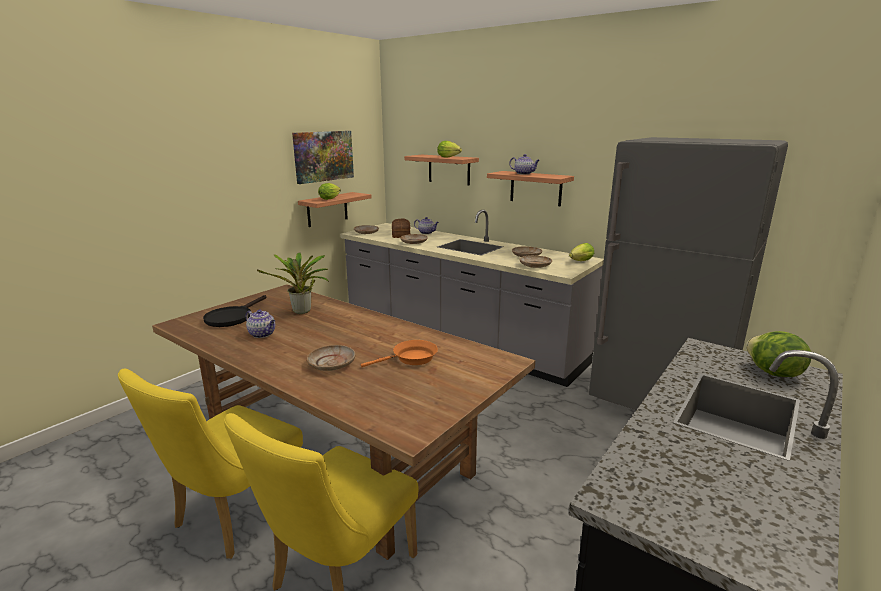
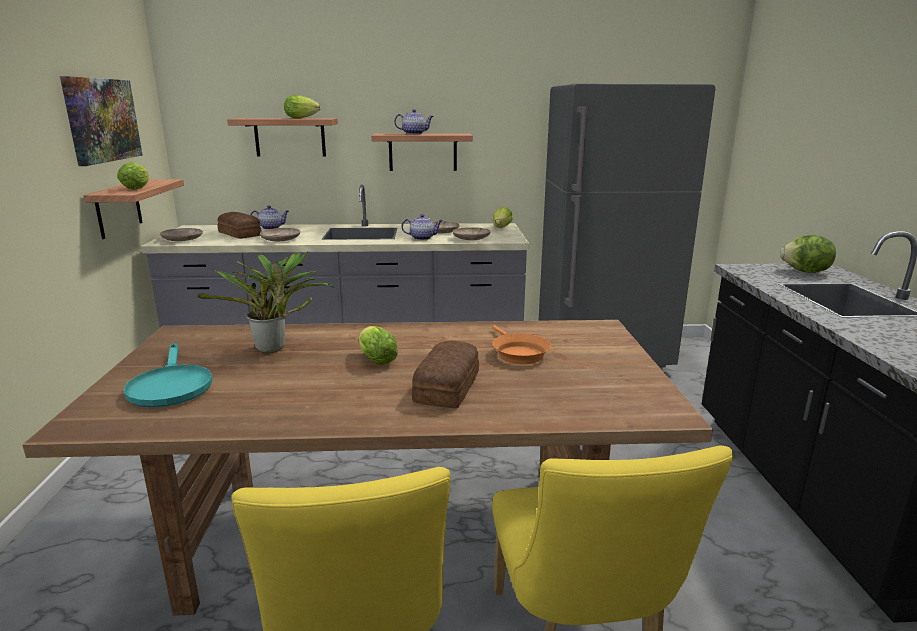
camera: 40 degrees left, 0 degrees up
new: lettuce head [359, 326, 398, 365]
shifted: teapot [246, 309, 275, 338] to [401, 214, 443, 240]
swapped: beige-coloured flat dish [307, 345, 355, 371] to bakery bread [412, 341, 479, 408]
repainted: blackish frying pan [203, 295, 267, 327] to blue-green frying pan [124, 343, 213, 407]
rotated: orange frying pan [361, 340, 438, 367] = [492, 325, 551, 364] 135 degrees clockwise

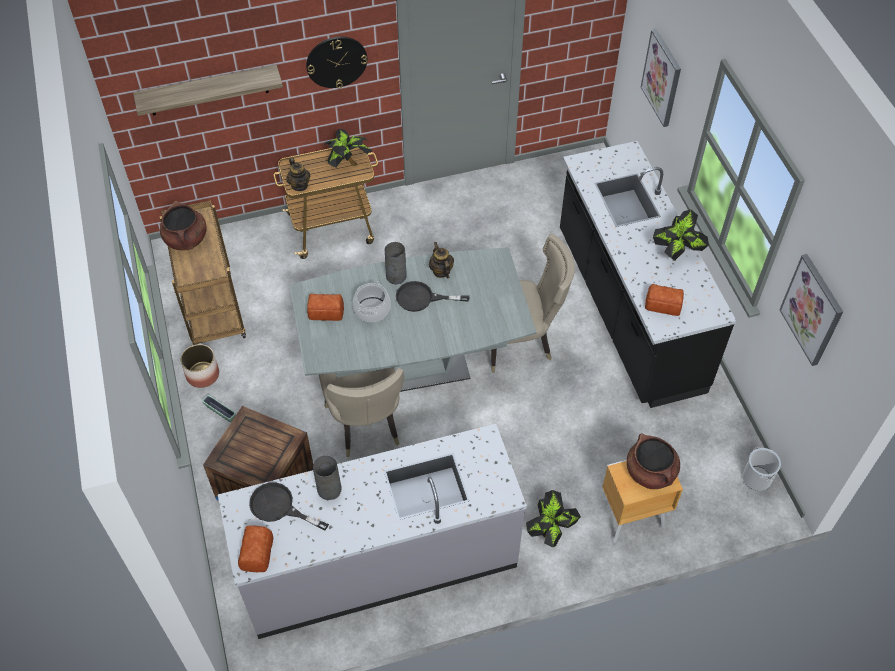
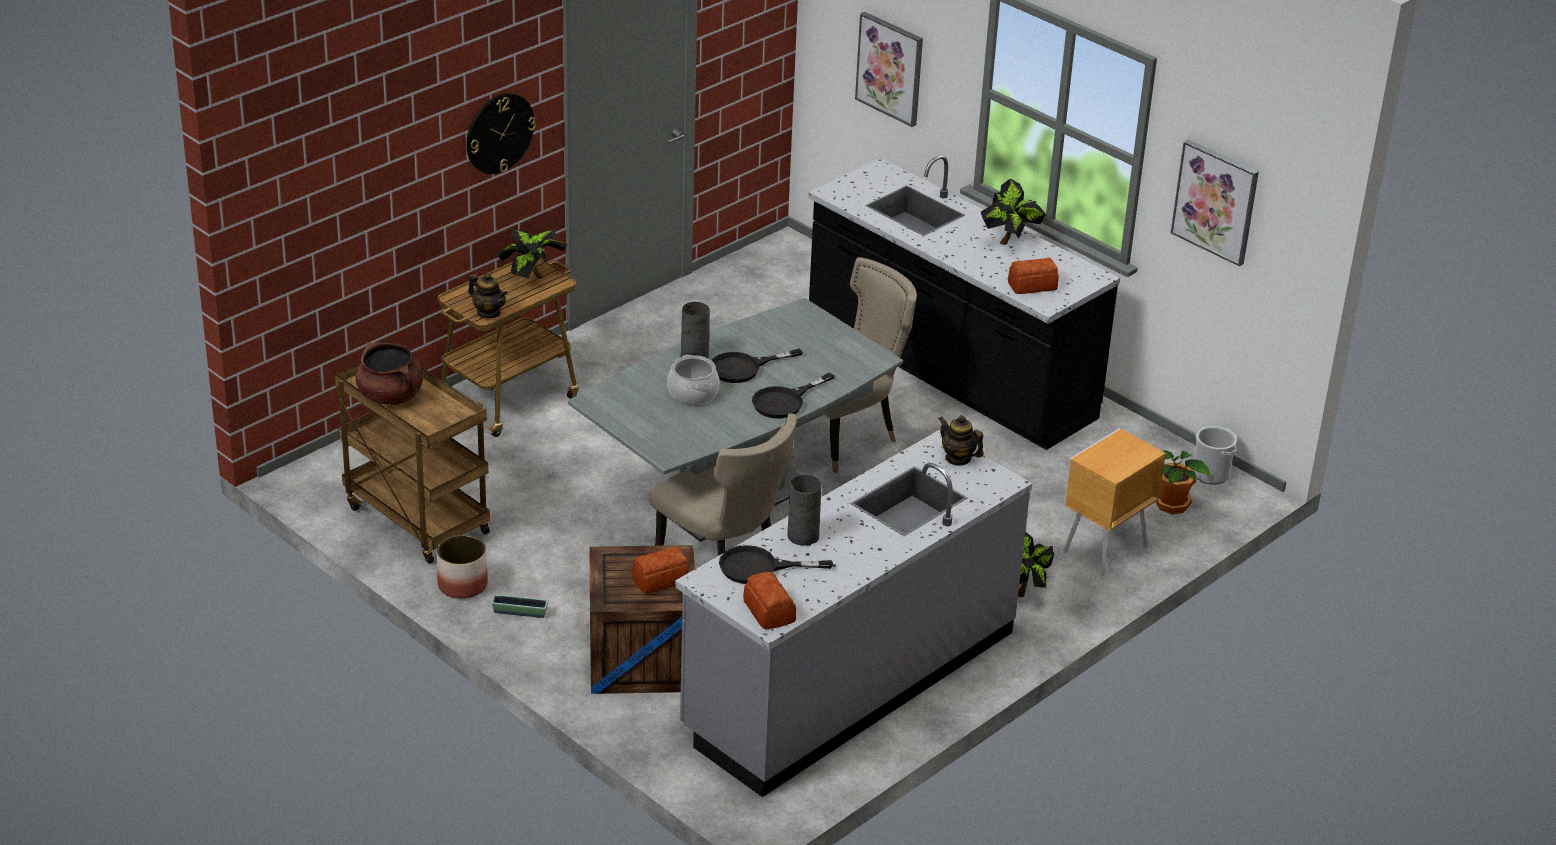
camera: 30 degrees left, 20 degrees down
gone: wall shelf [133, 65, 283, 116]; brown-coloured cooking pot [627, 434, 680, 489]
new: blackish frying pan [752, 373, 835, 419]; plant in a pot [1156, 450, 1211, 514]
shifted: bakery bread [307, 294, 344, 321] to [632, 546, 689, 593]; teapot [429, 242, 454, 278] to [939, 415, 984, 466]

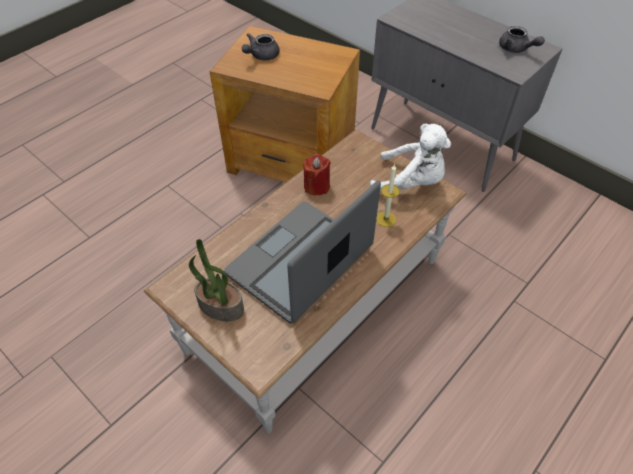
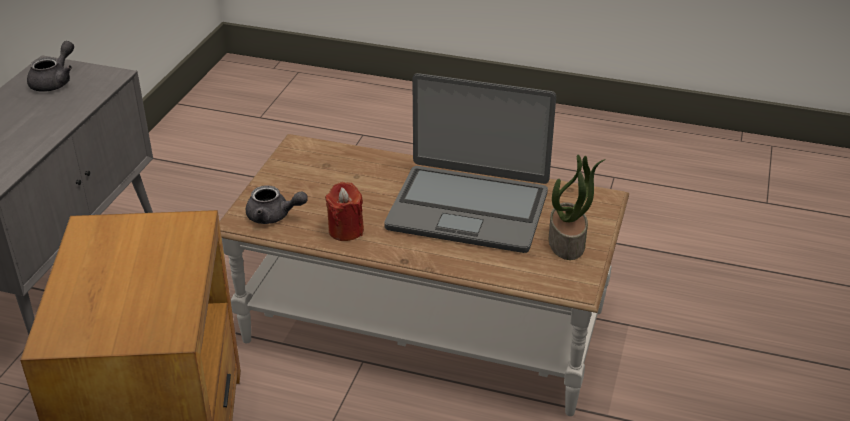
camera: 115 degrees left, 15 degrees down
gone: whitish cuddly toy [370, 124, 451, 191]; candle [376, 164, 400, 227]
shifted: greyish teapot [242, 33, 280, 60] to [246, 185, 308, 224]

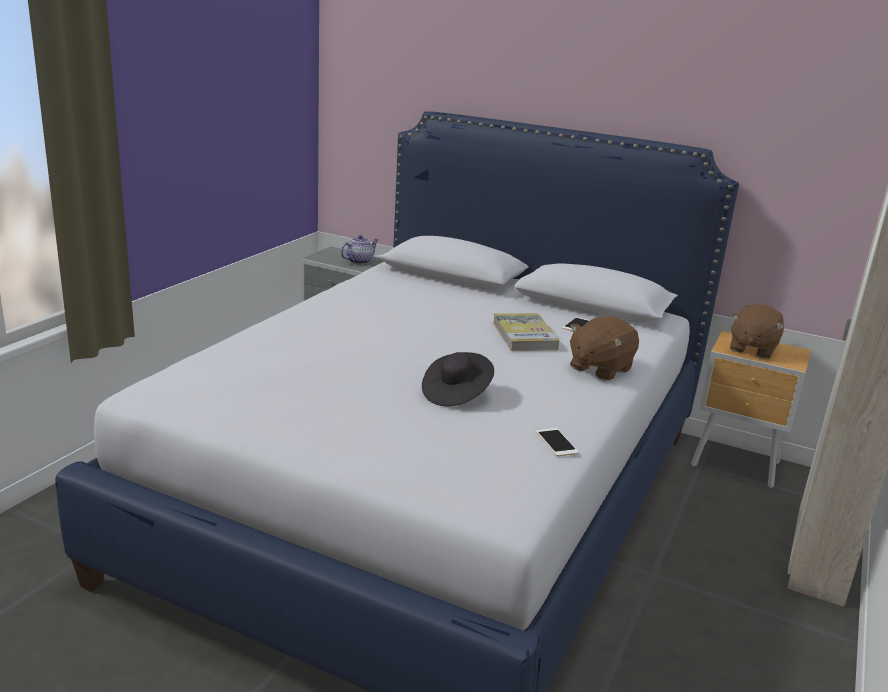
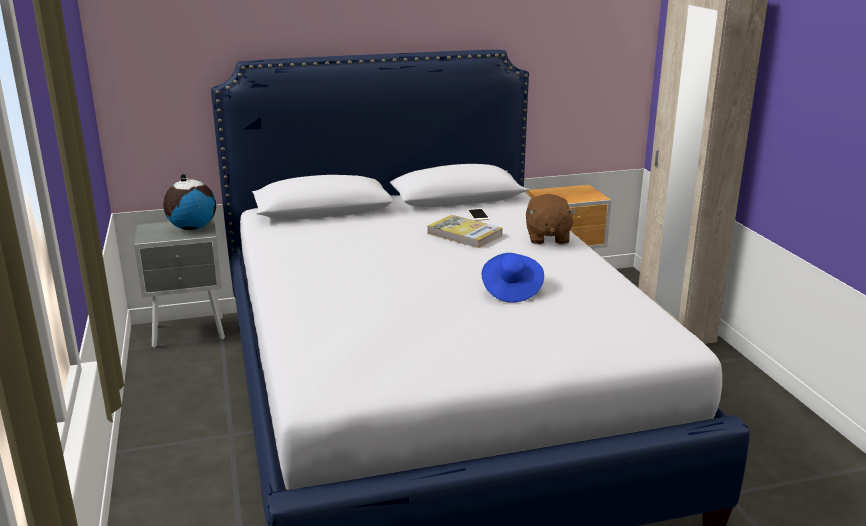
camera: 40 degrees left, 0 degrees up
gone: phone [536, 428, 579, 456]; brown-coloured cuddly toy [730, 304, 784, 359]
swapped: teapot [340, 235, 379, 264] to globe [163, 174, 216, 230]
repainted: blackish hat [422, 352, 494, 406] to blue-coloured hat [482, 253, 544, 303]

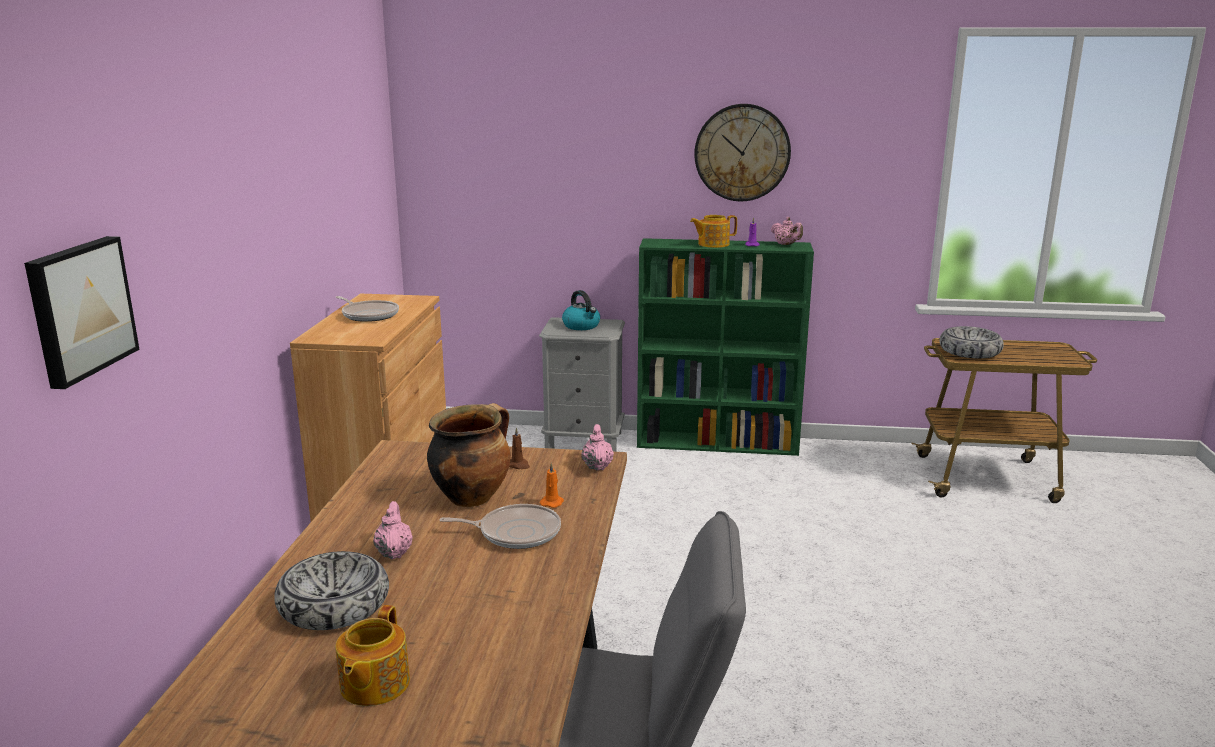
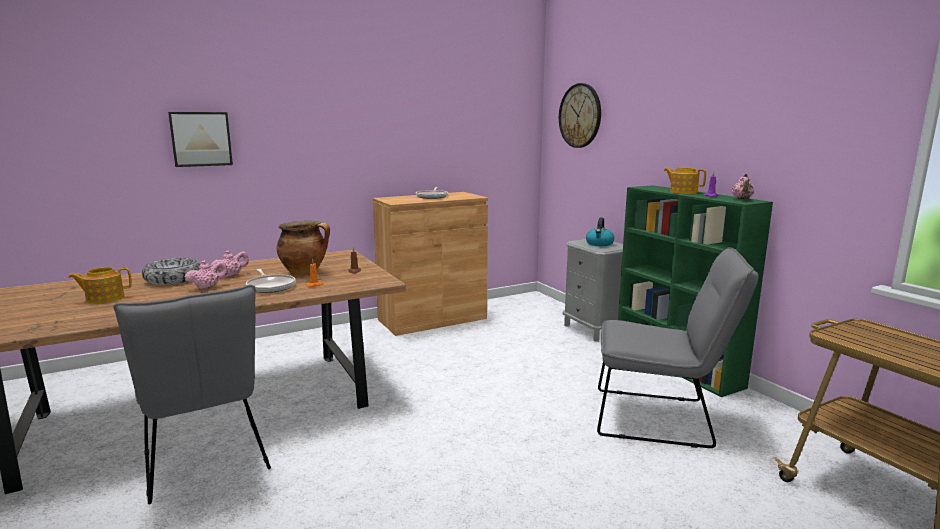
camera: 55 degrees right, 5 degrees down
gone: bowl [939, 326, 1004, 358]
new: greyish plain chair [597, 247, 759, 448]
shifted: pink-coloured teapot [582, 424, 614, 471] to [185, 260, 228, 289]; clock on the wall [694, 104, 791, 201] to [559, 83, 601, 148]

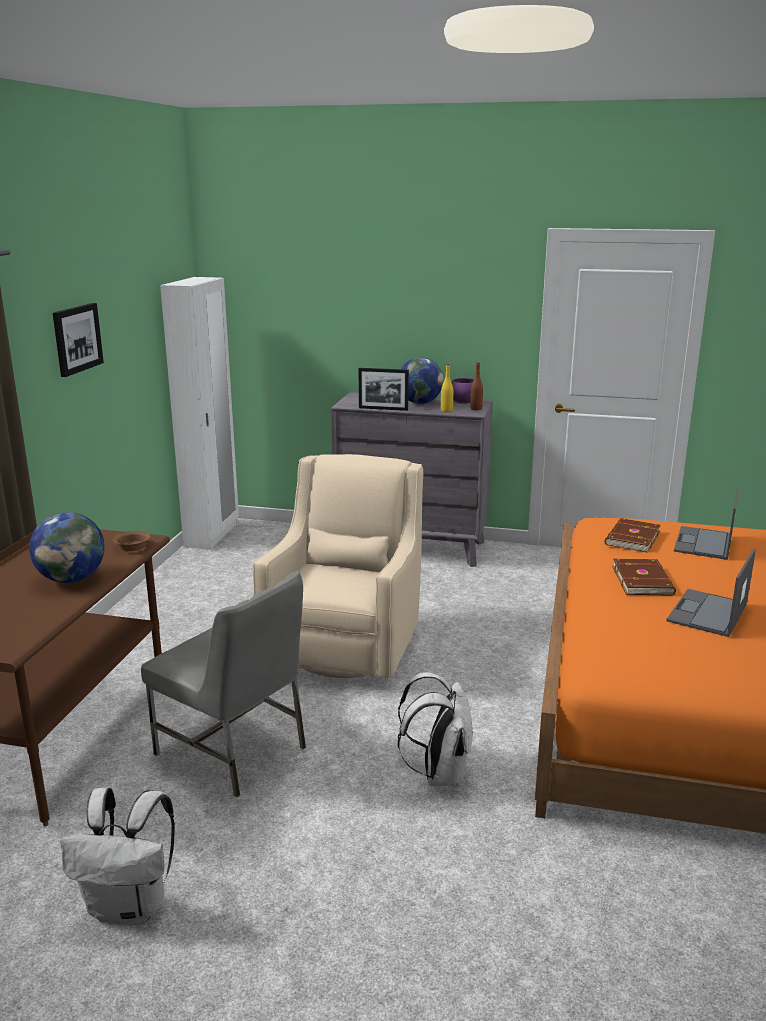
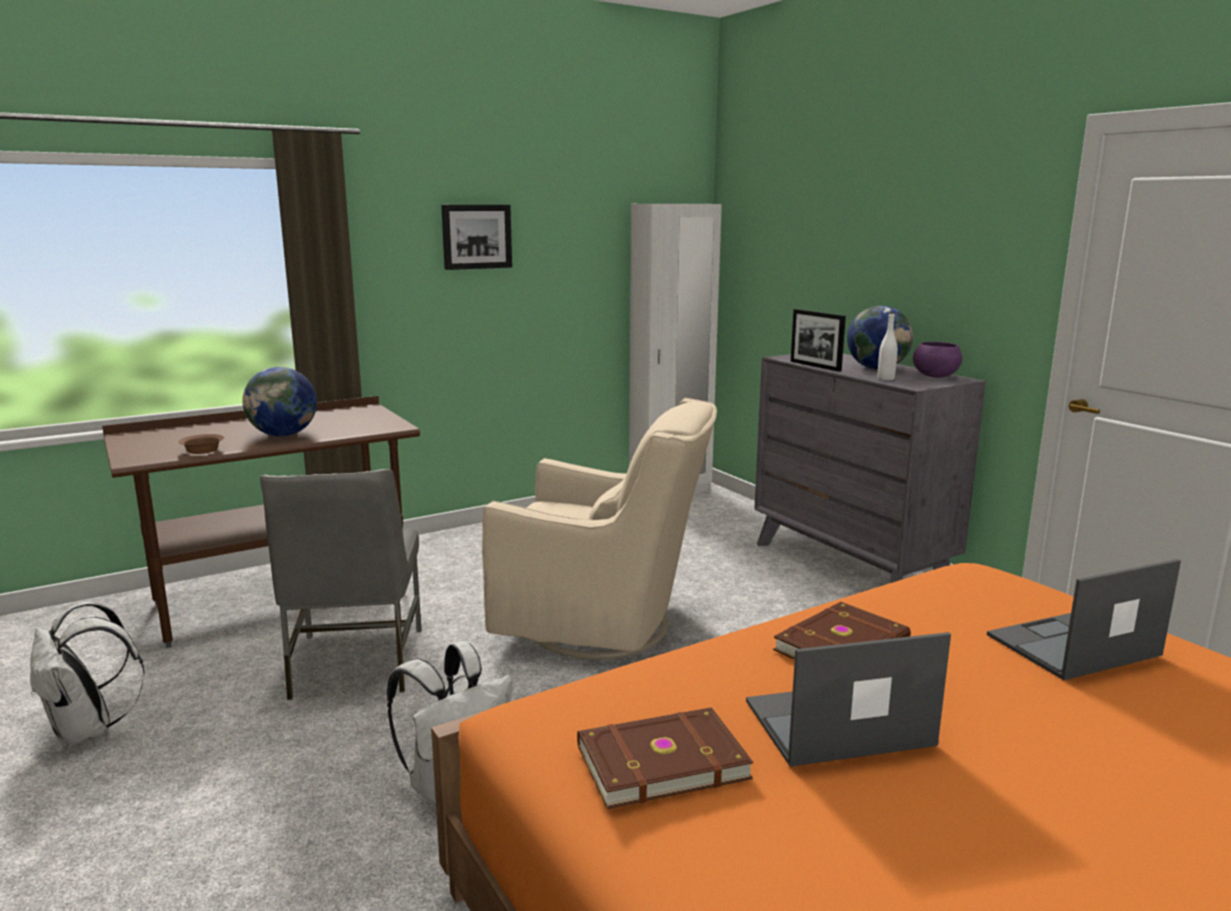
camera: 45 degrees right, 5 degrees down
gone: brown-coloured beverage bottle [470, 362, 483, 410]
shifted: brown-coloured bowl [113, 531, 151, 551] to [178, 434, 224, 454]; brown-coloured book [605, 518, 661, 553] to [577, 707, 754, 809]
repainted: yellowish beverage bottle [441, 364, 453, 412] to whitish beverage bottle [878, 312, 898, 380]
rotated: beige-coloured lounge chair [253, 454, 423, 679] = [482, 398, 717, 660] 45 degrees clockwise

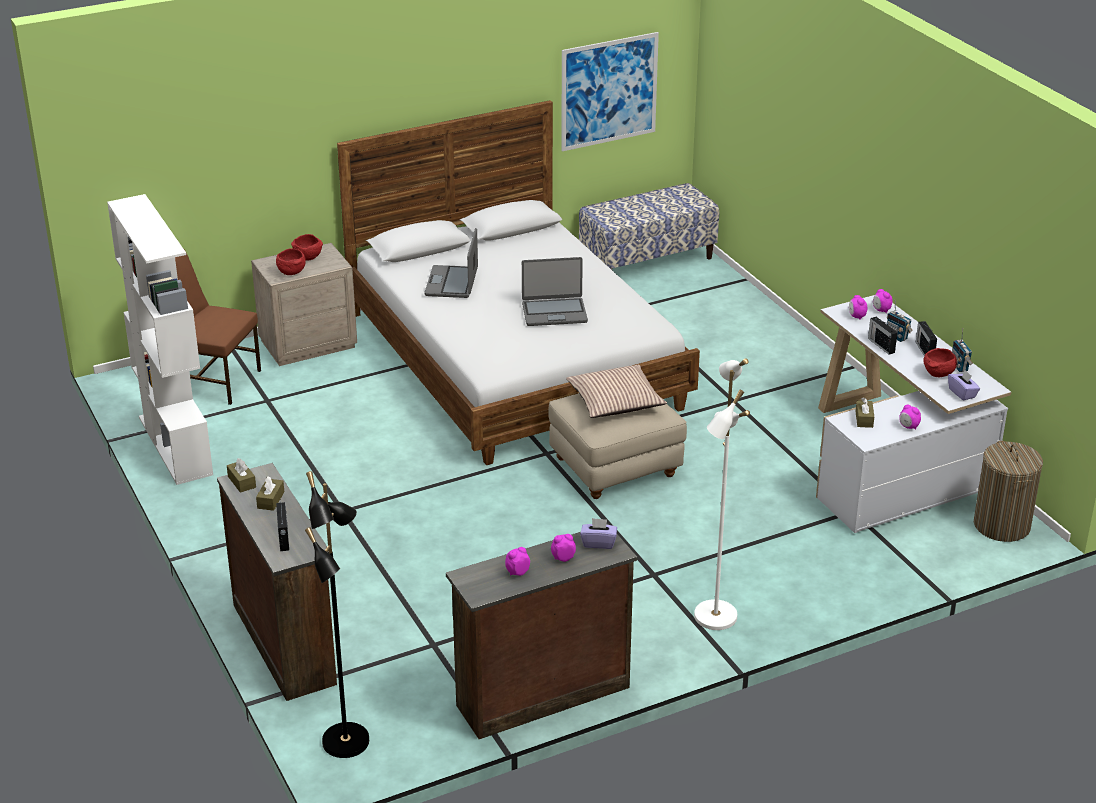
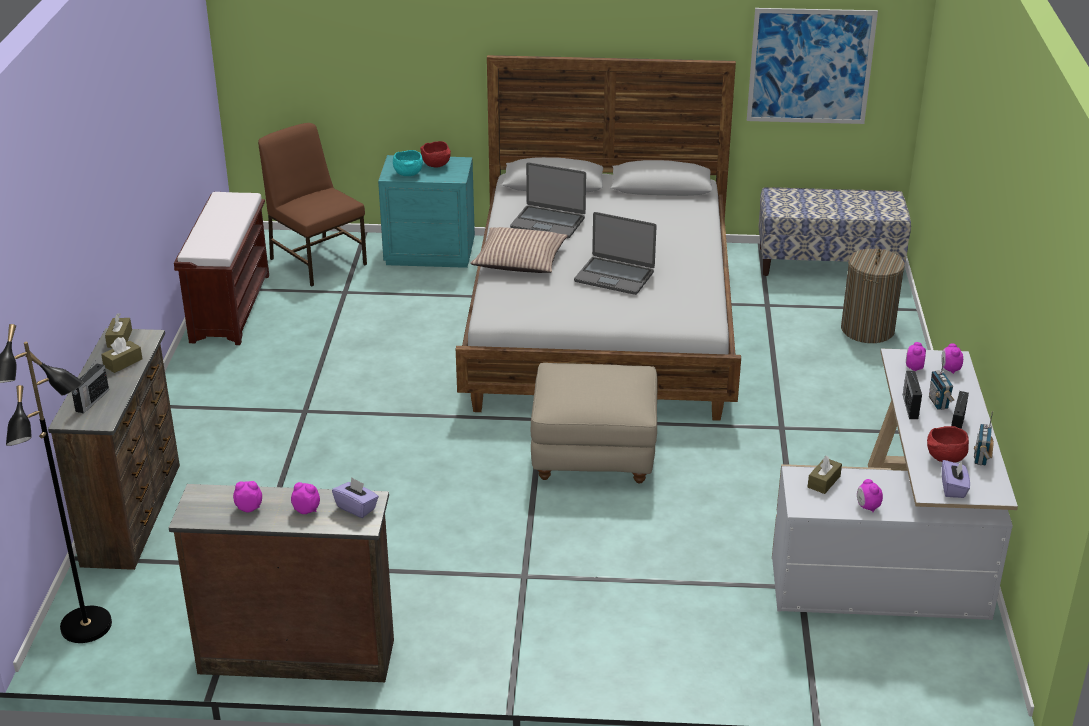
camera: 30 degrees right, 0 degrees up
gone: whitish standing lamp [694, 358, 750, 630]
shifted: cushion [566, 365, 667, 418] to [470, 227, 568, 273]; washing basket [974, 441, 1043, 542] to [841, 249, 905, 343]
swapped: whitish shelving unit [107, 194, 213, 485] to brown-coloured long seat [174, 192, 269, 345]
repainted: beige-coloured night table [251, 243, 357, 366] to blue-green night table [378, 155, 475, 268]; red-coloured bowl [276, 249, 306, 275] to blue-green bowl [393, 150, 423, 176]
rotated: portable computer [424, 228, 478, 298] = [510, 162, 586, 238] 105 degrees counterclockwise

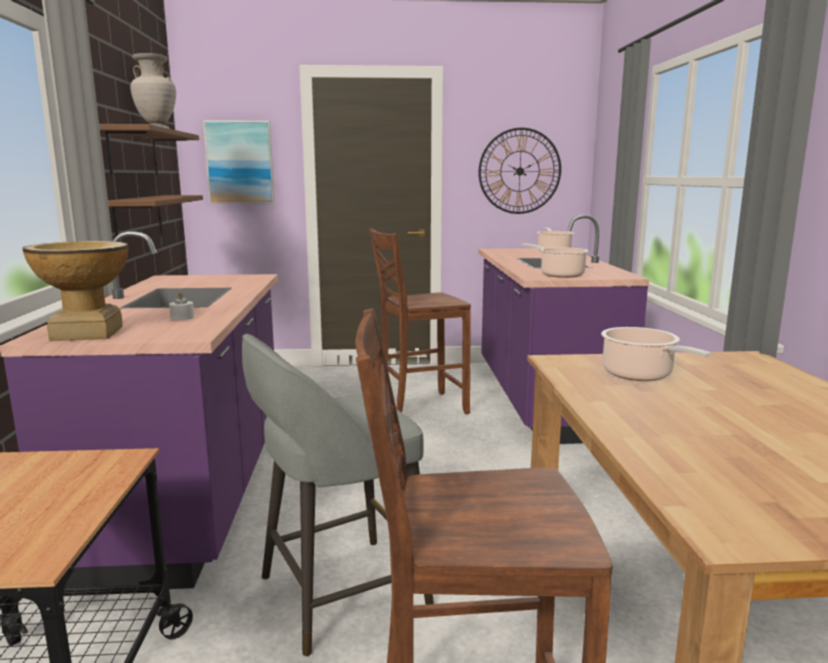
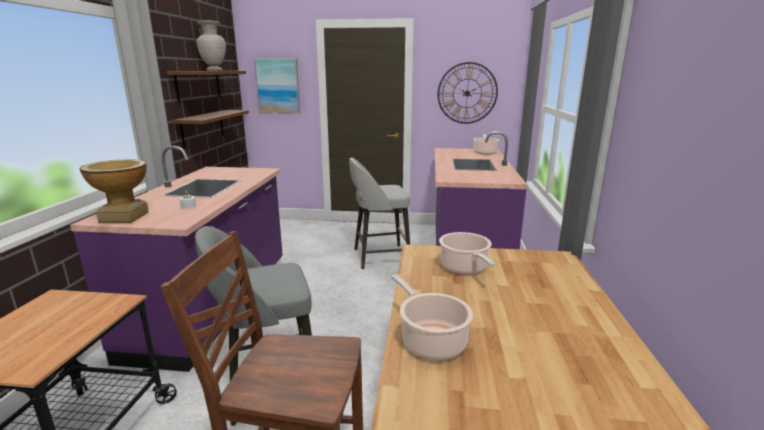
camera: 10 degrees right, 5 degrees up
shifted: cooking pot [522, 243, 588, 278] to [391, 274, 473, 360]
swapped: brown-coloured plain chair [369, 228, 471, 414] to greyish stool seat [349, 157, 410, 269]

